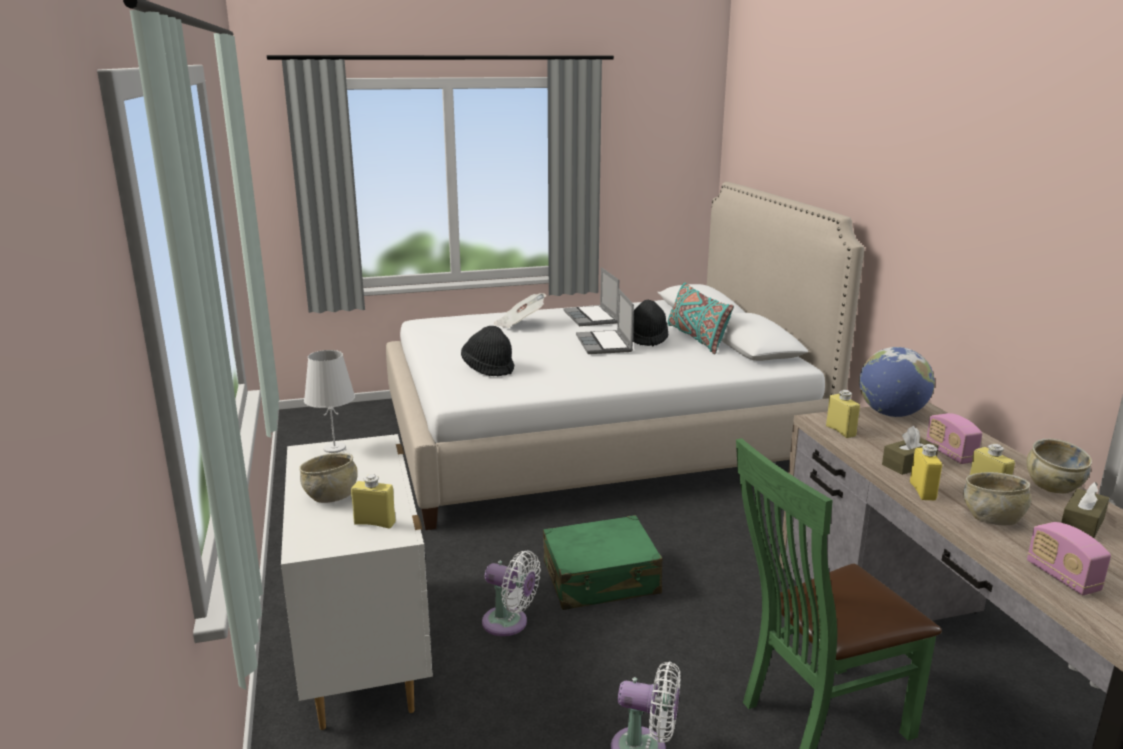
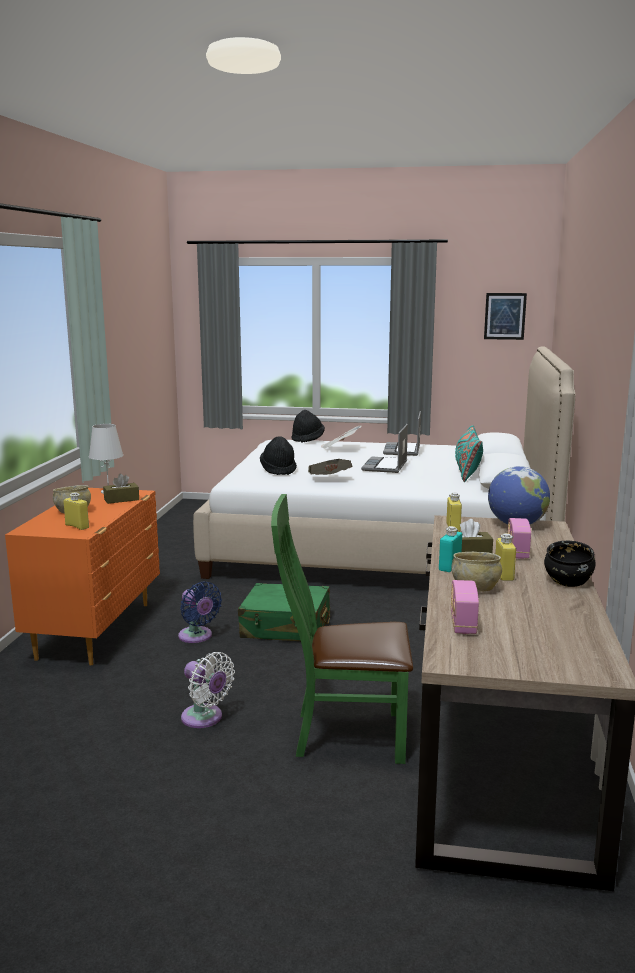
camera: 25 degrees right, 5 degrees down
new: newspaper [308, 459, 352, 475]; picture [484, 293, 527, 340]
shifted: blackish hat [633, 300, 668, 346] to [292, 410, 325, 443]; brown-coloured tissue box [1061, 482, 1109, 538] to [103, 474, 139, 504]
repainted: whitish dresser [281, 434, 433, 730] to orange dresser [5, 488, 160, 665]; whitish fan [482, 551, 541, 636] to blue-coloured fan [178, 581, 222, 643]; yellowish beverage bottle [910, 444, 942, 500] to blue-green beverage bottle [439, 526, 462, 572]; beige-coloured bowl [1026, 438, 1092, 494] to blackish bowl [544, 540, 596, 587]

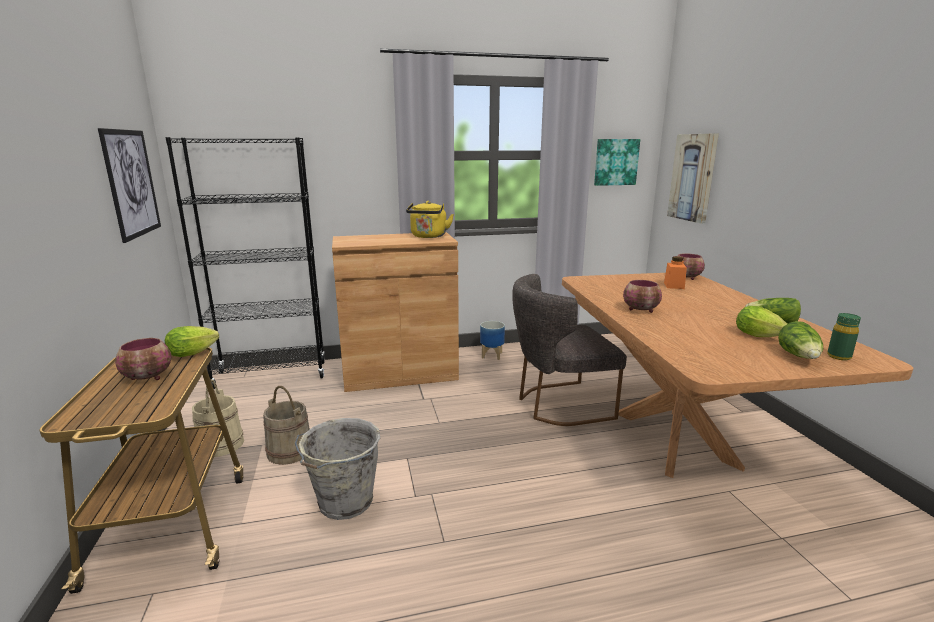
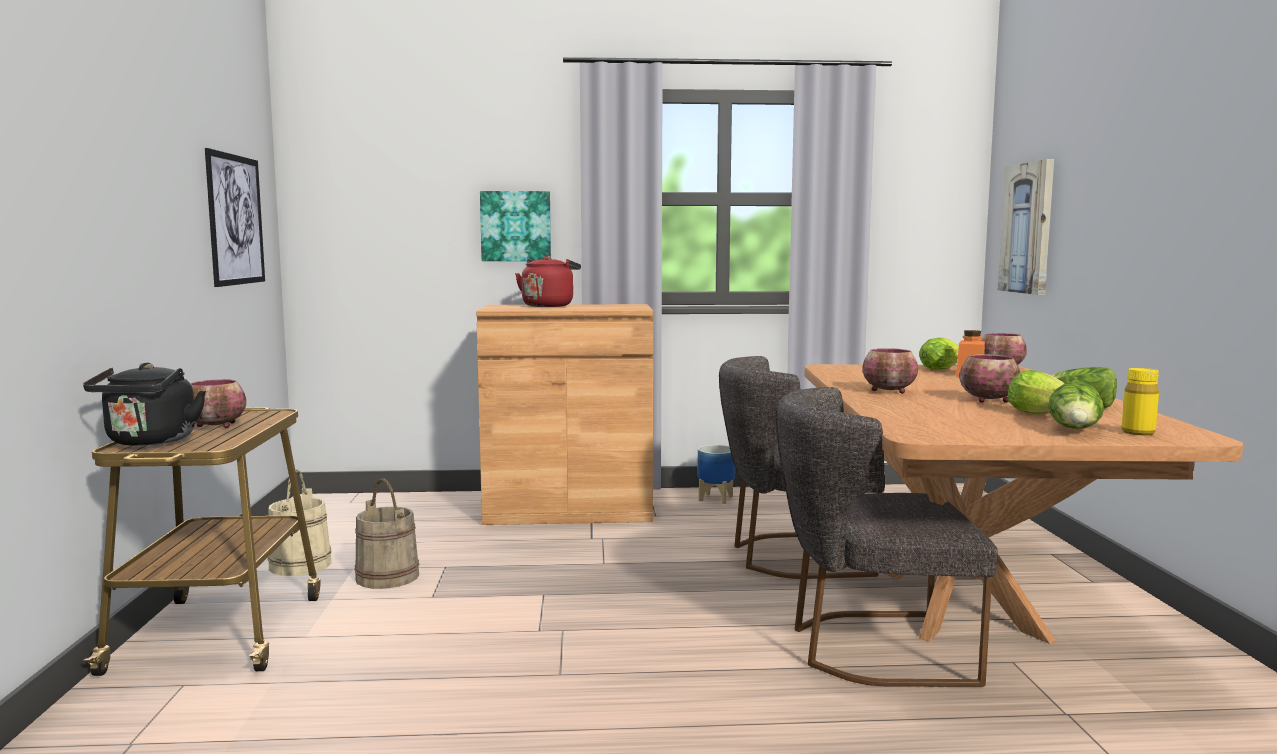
camera: 10 degrees right, 10 degrees down
gone: blackish shelving unit [166, 137, 325, 389]; greyish pail [295, 418, 380, 520]; yellowish kettle [406, 201, 454, 238]
new: blackish kettle [83, 363, 206, 446]; red-coloured kettle [515, 256, 581, 307]; greyish plain chair [776, 387, 998, 687]; bowl [959, 354, 1020, 403]
shifted: lettuce head [165, 326, 219, 357] to [919, 338, 959, 370]; picture [594, 139, 640, 186] to [480, 191, 551, 261]
repainted: green beverage bottle [827, 313, 861, 361] to yellowish beverage bottle [1122, 368, 1159, 436]

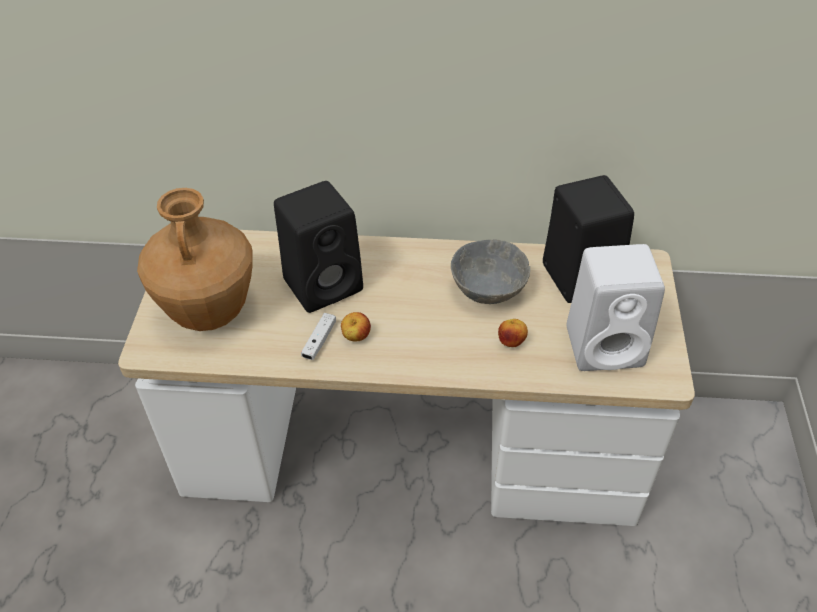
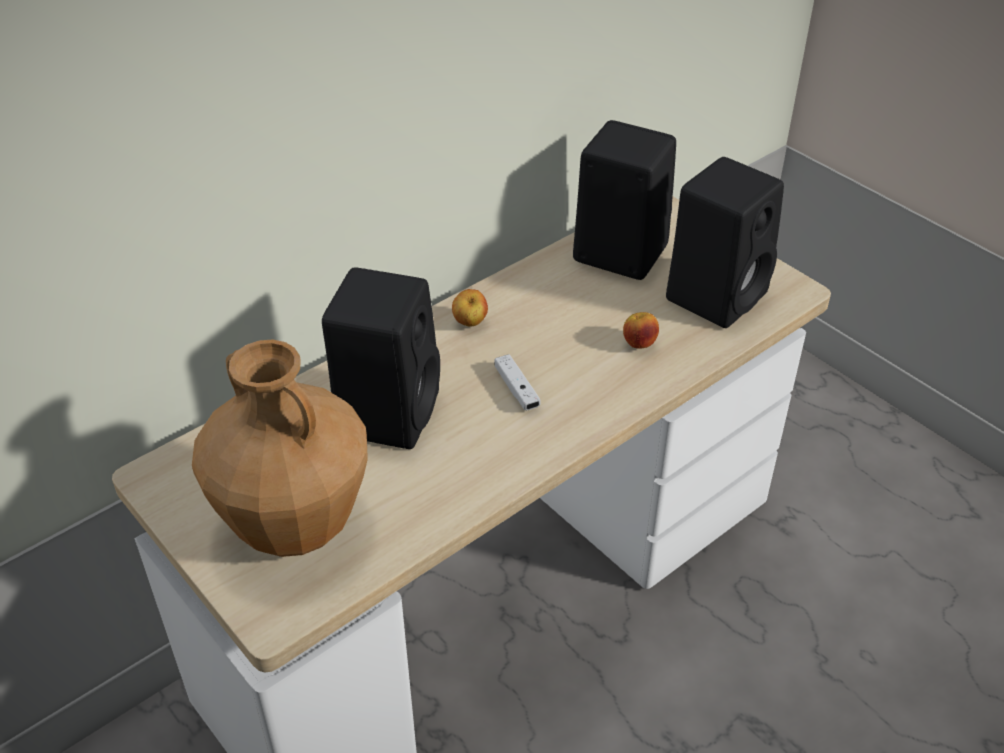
camera: 45 degrees left, 5 degrees down
gone: greyish bowl [451, 239, 530, 304]
shifted: whitish joypad [301, 313, 336, 360] to [494, 354, 541, 410]; whole apple [341, 312, 371, 341] to [452, 289, 488, 326]
repainted: whitish loudspeaker [567, 244, 665, 371] to blackish loudspeaker [666, 157, 784, 328]

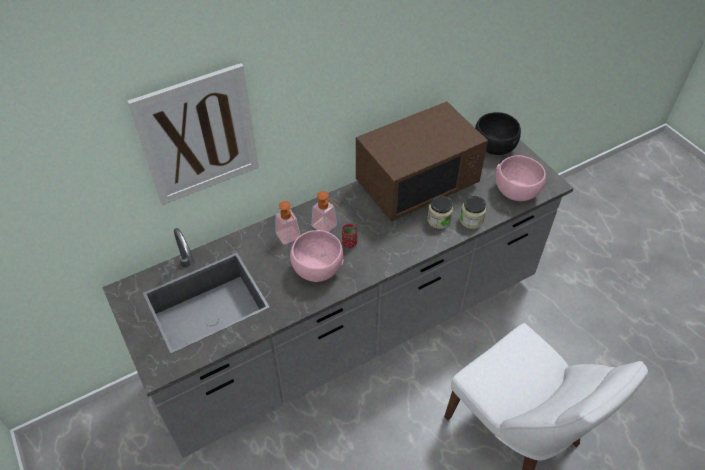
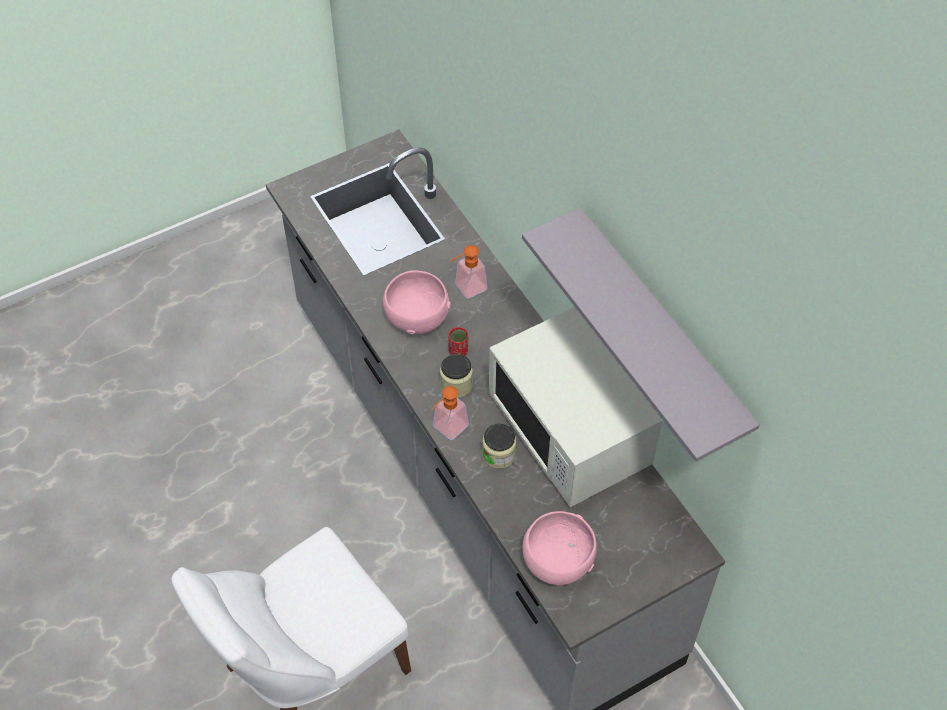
camera: 90 degrees right, 5 degrees up
gone: picture [127, 63, 259, 205]; blackish bowl [475, 112, 521, 155]
new: greyish wall shelf [522, 208, 760, 462]
shifted: soap dispenser [311, 191, 337, 232] to [431, 386, 469, 440]; storage jar [460, 196, 486, 229] to [440, 354, 473, 398]
repainted: brown-coloured kitchen microwave [356, 101, 488, 221] to whitish kitchen microwave [489, 307, 663, 507]

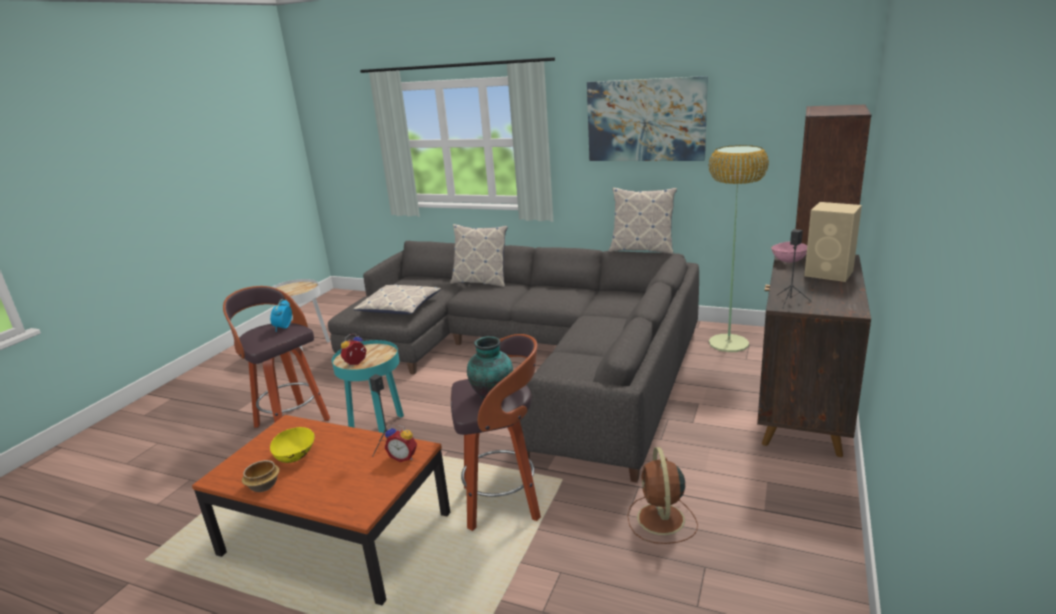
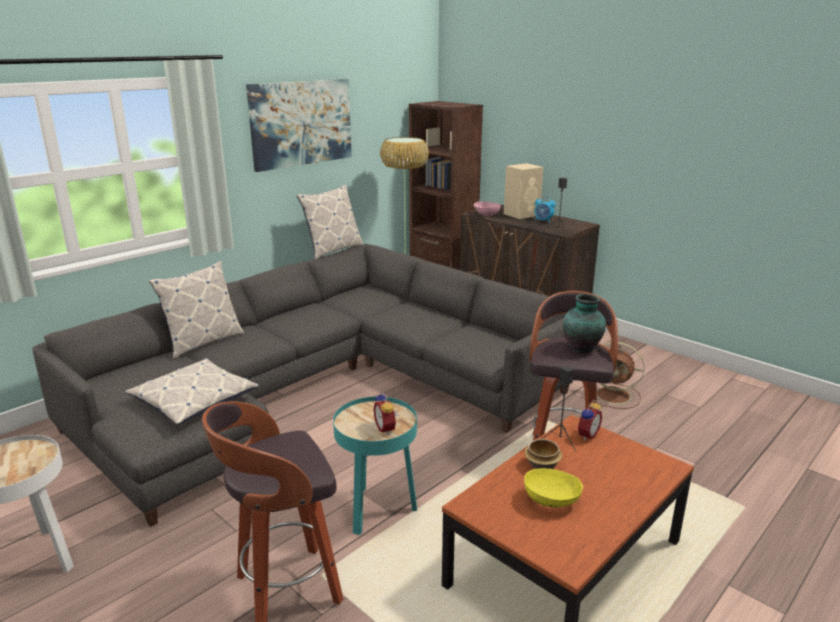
camera: 70 degrees left, 0 degrees up
shifted: bowl [242, 460, 279, 492] to [525, 439, 562, 469]; bedside clock [270, 299, 292, 332] to [535, 196, 556, 223]

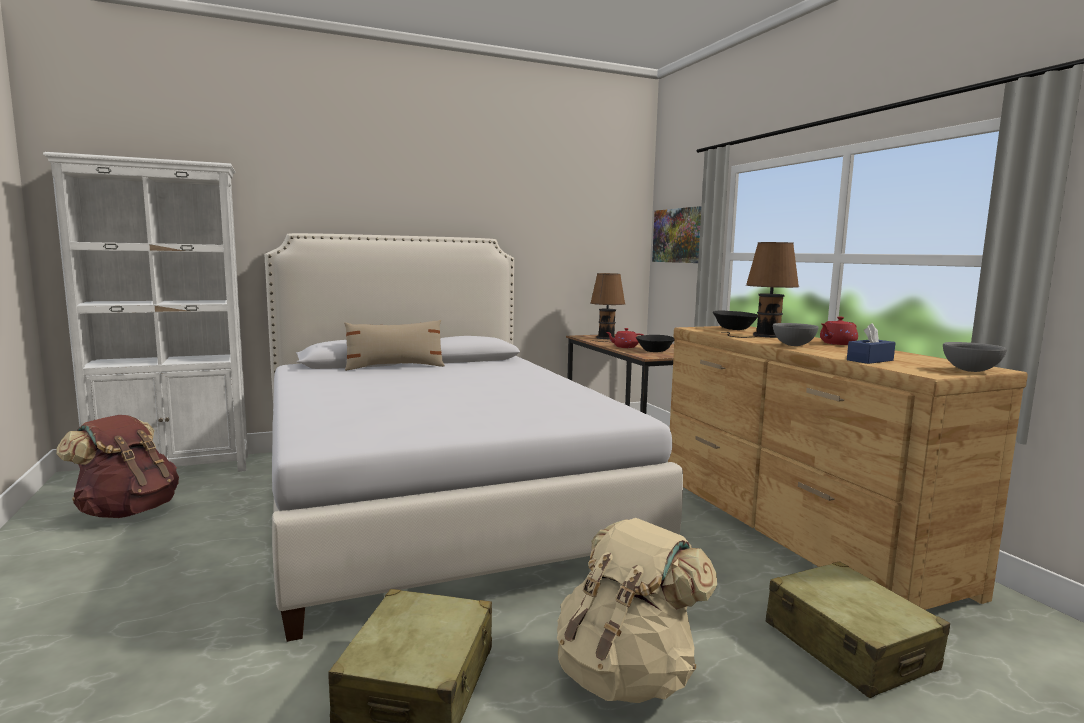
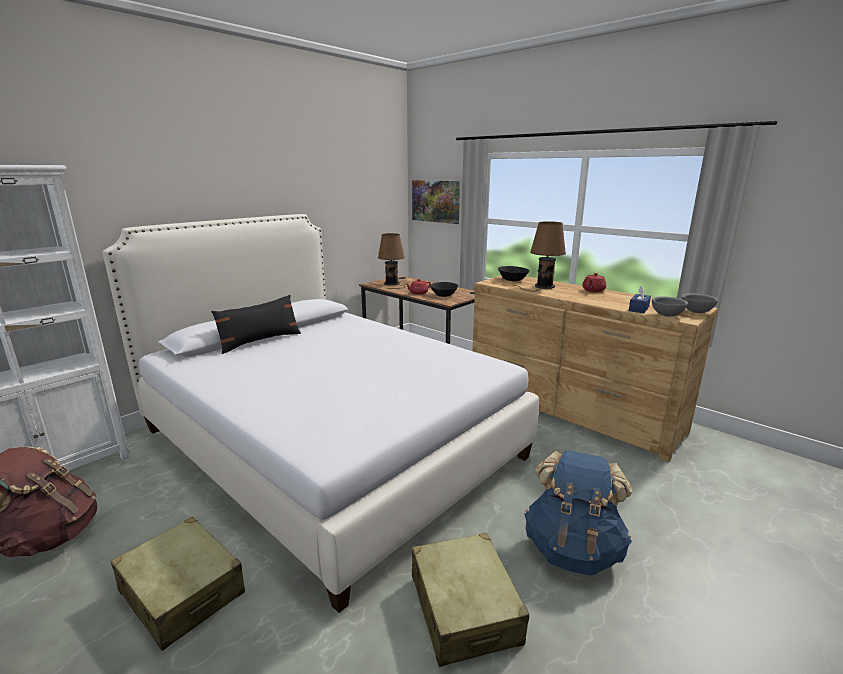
camera: 25 degrees left, 10 degrees up
shifted: beige-coloured suitcase [766, 561, 950, 698] to [111, 517, 245, 651]; greyish bowl [773, 323, 819, 346] to [652, 296, 688, 317]
repainted: beige-coloured cushion [344, 320, 445, 371] to blackish cushion [211, 295, 301, 354]; beige-coloured backpack [557, 518, 717, 703] to blue-coloured backpack [524, 451, 632, 576]

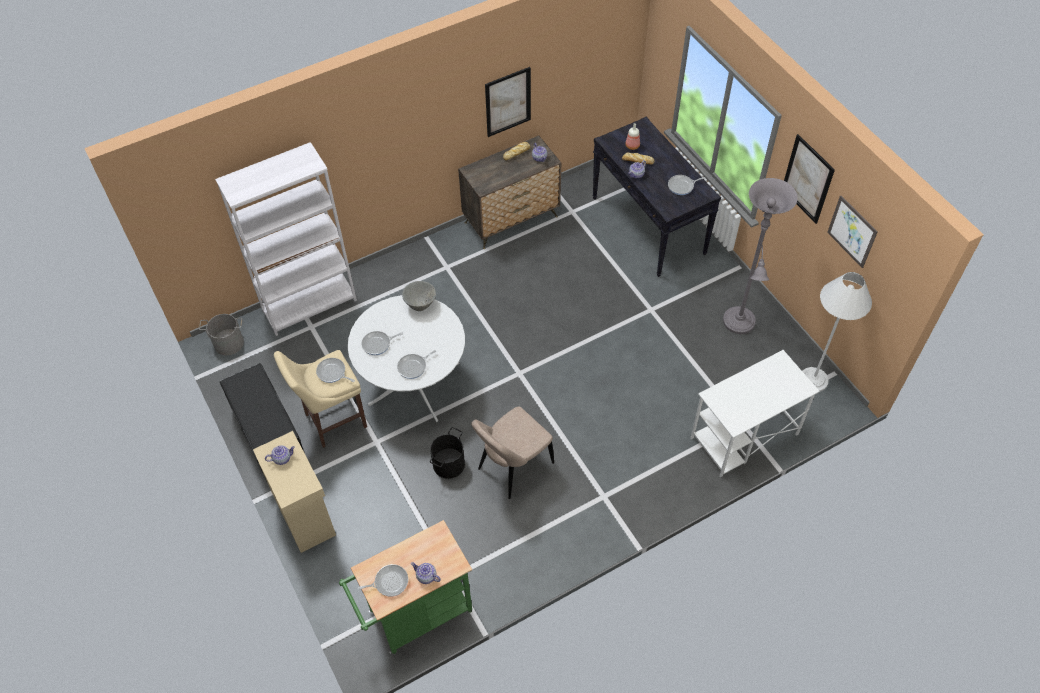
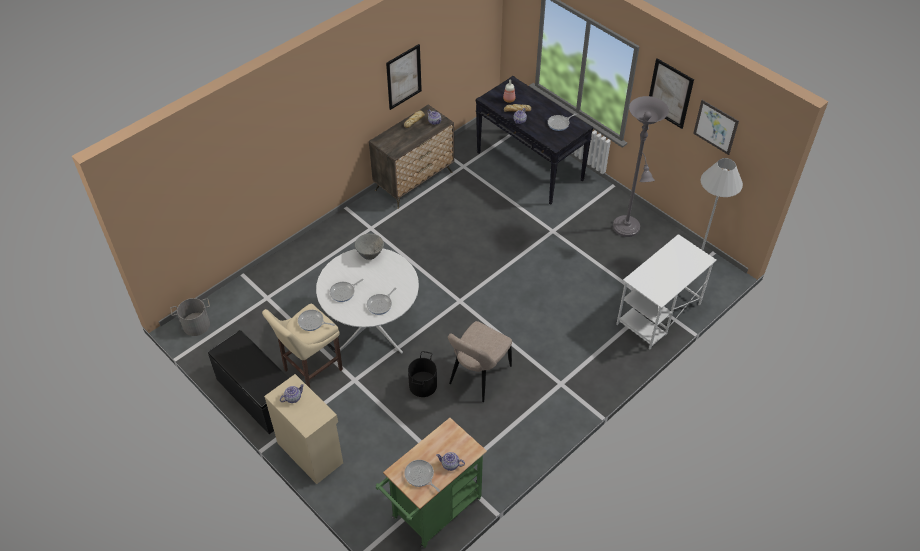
camera: 15 degrees left, 5 degrees down
gone: whitish shelving unit [215, 142, 357, 336]
rotated: frying pan [358, 564, 408, 597] = [404, 460, 440, 492] 105 degrees counterclockwise

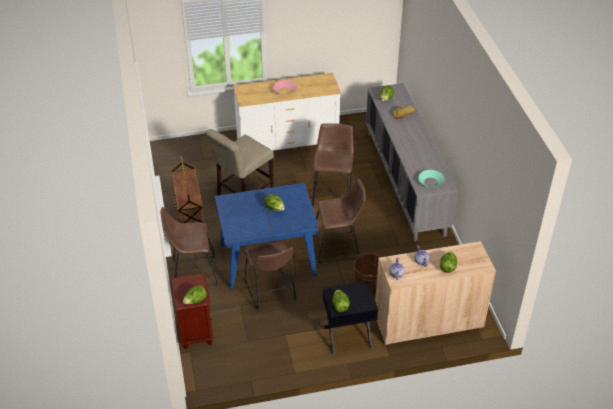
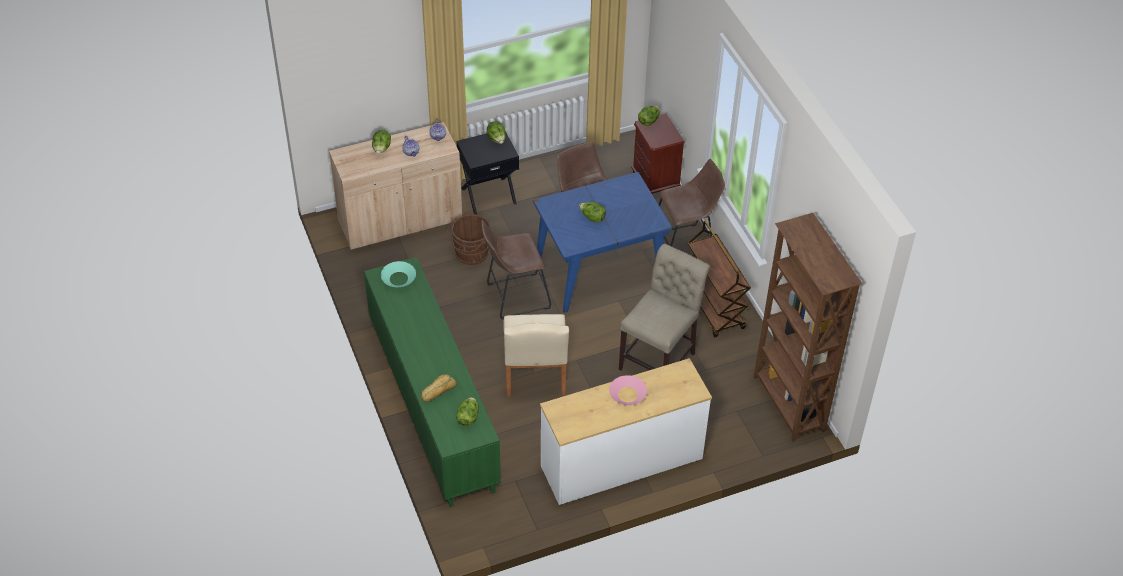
camera: 170 degrees right, 5 degrees up
new: brown-coloured shelving unit [754, 213, 862, 442]
swapped: brown-coloured stool seat [312, 123, 354, 206] to beige-coloured plain chair [504, 314, 569, 397]
repainted: greyish cabinet [366, 83, 457, 241] to green cabinet [364, 257, 501, 507]

